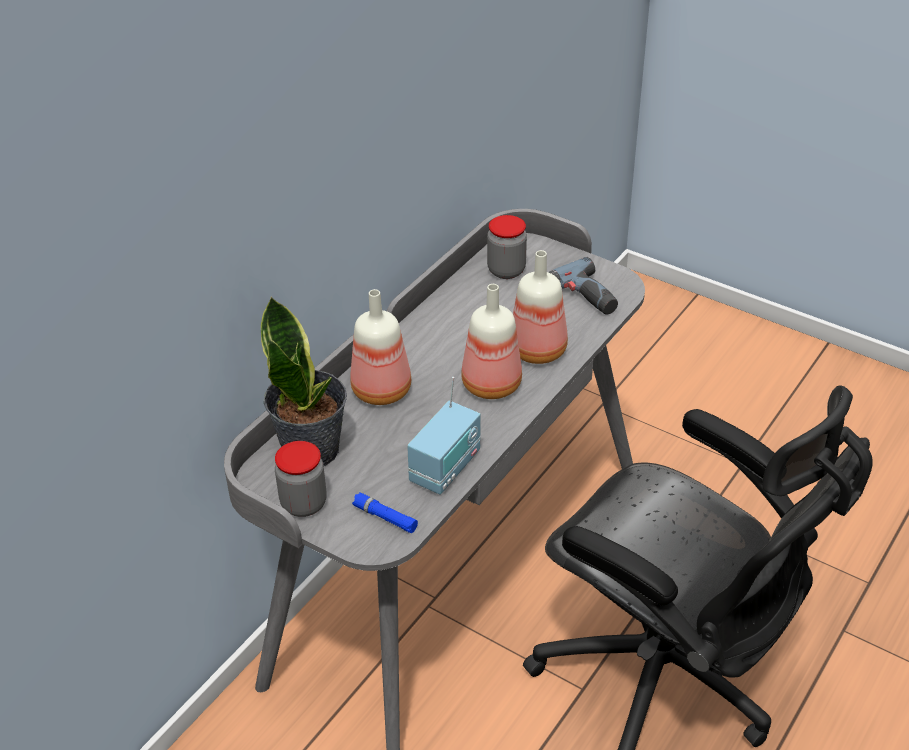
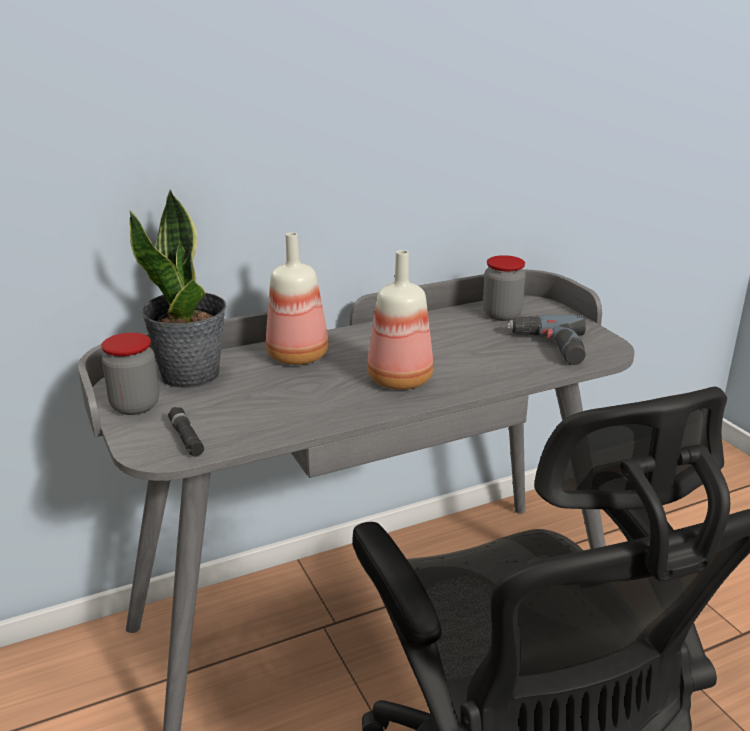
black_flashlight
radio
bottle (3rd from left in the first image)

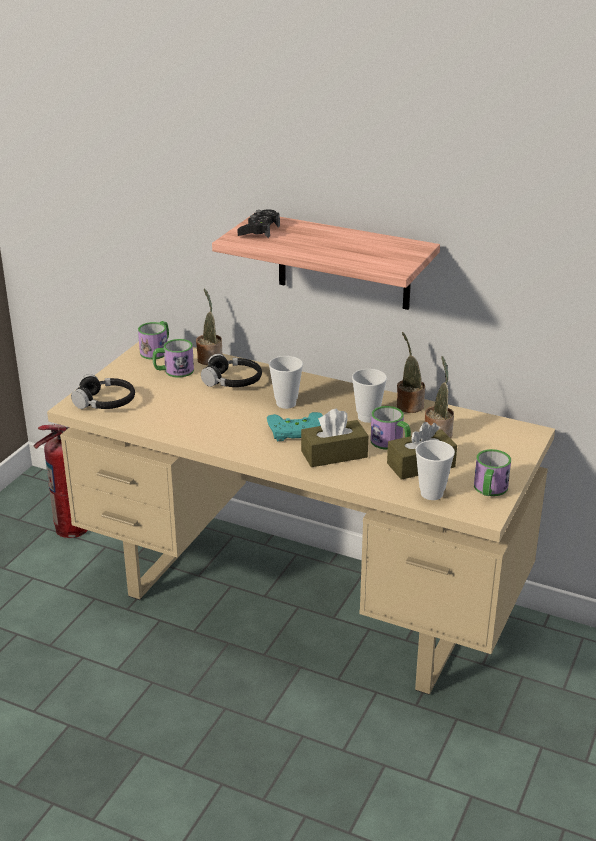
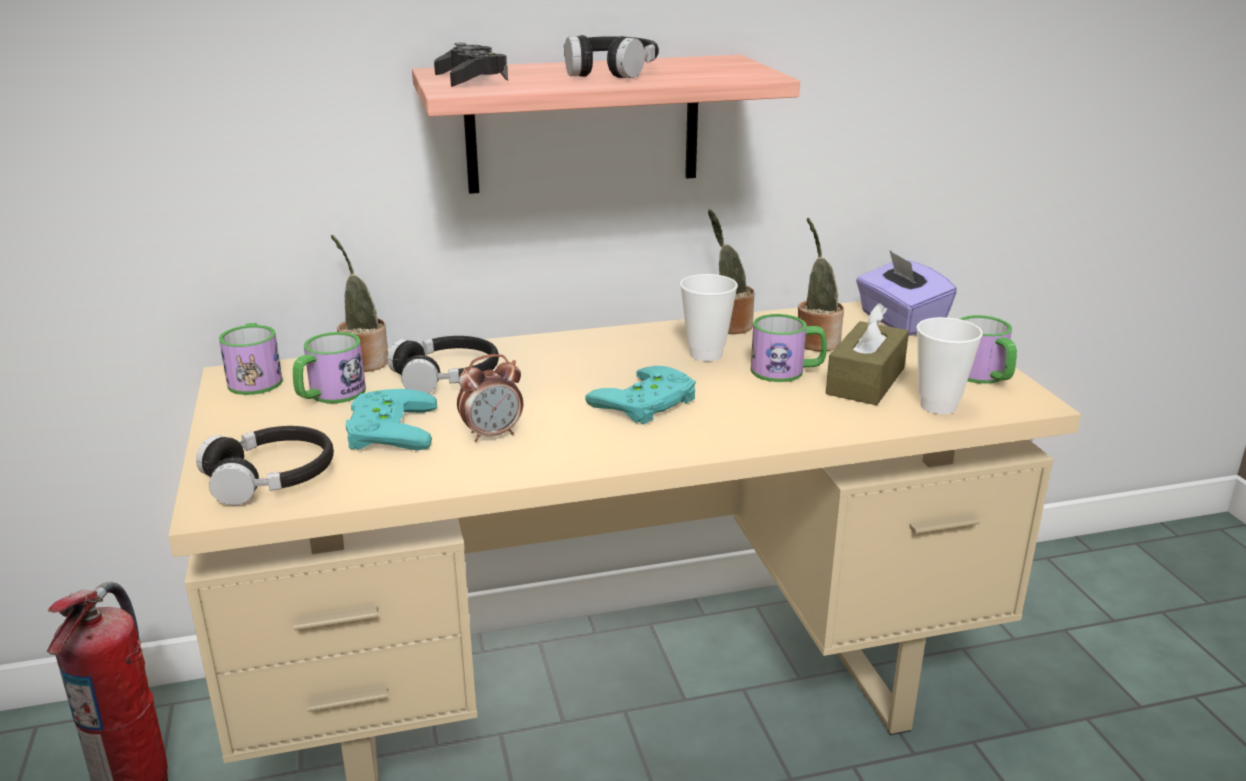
turquoise_game_controller (1st from left)
alarm_clock
black_headphones (3rd from left)
purple_tissue_box
cup (1st from left in the first image)
brown_tissue_box (1st from left in the first image)

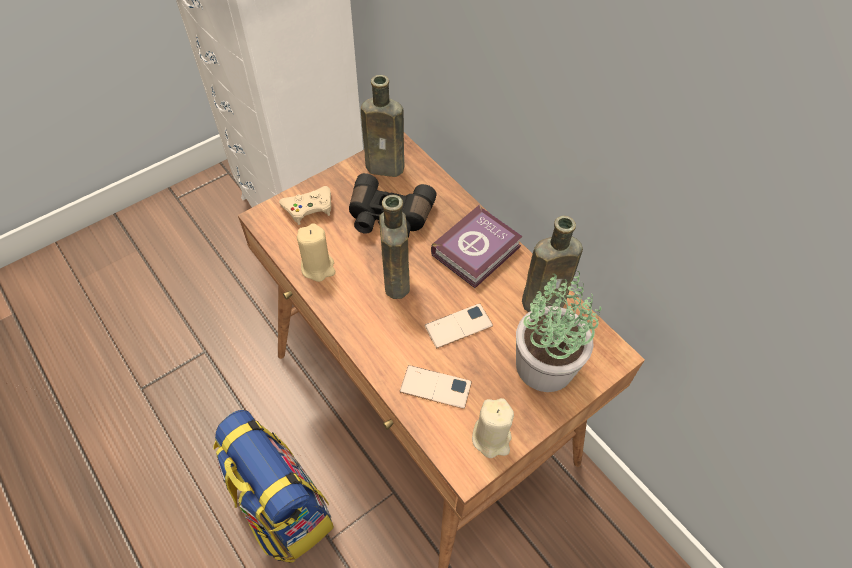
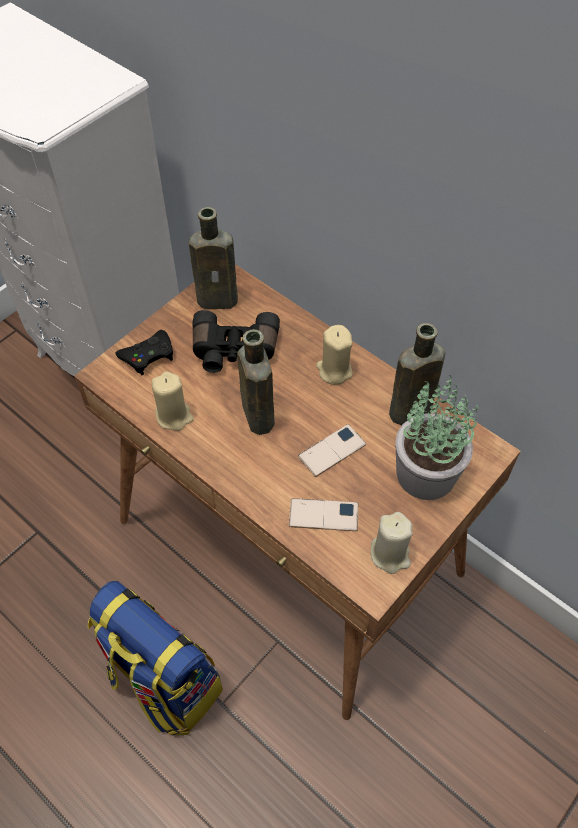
black_game_controller
beige_candle (2nd from left)

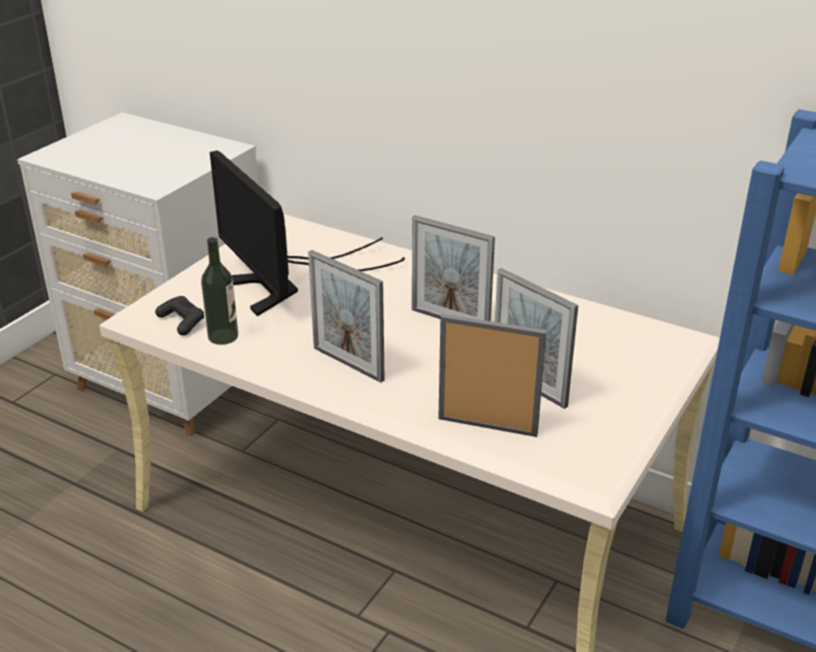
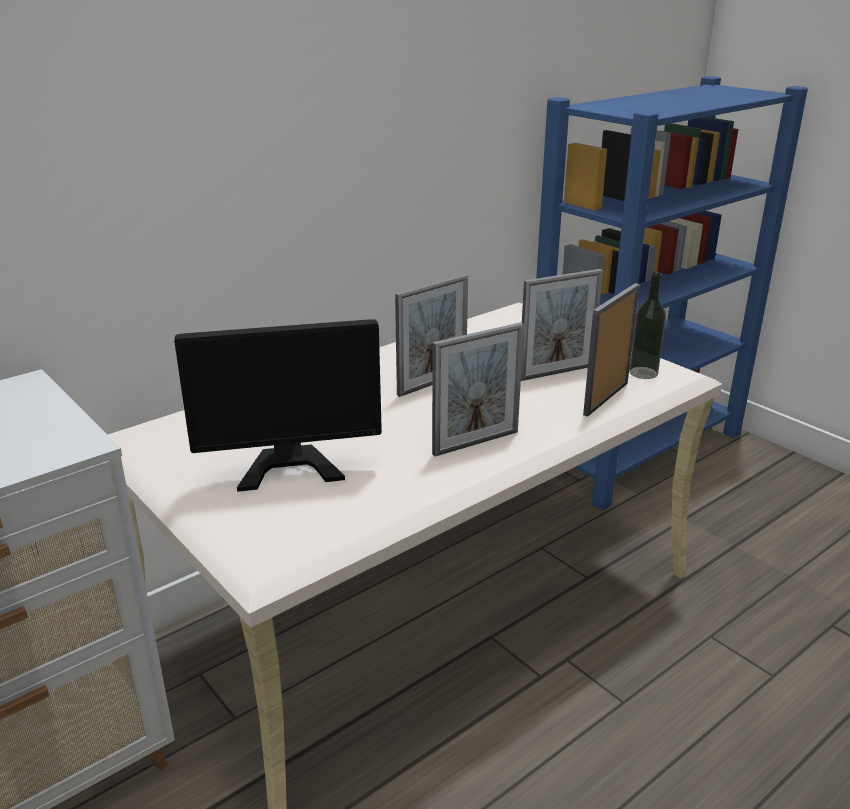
bottle
black_game_controller

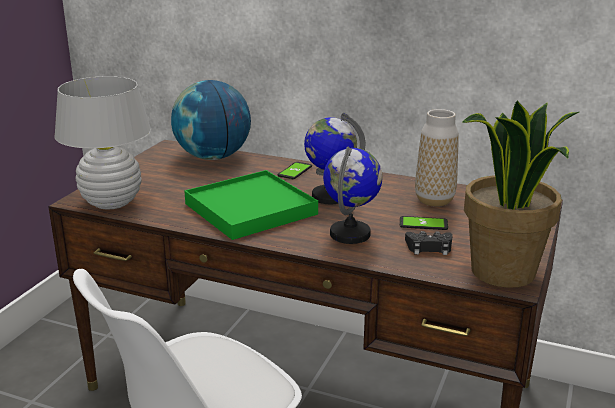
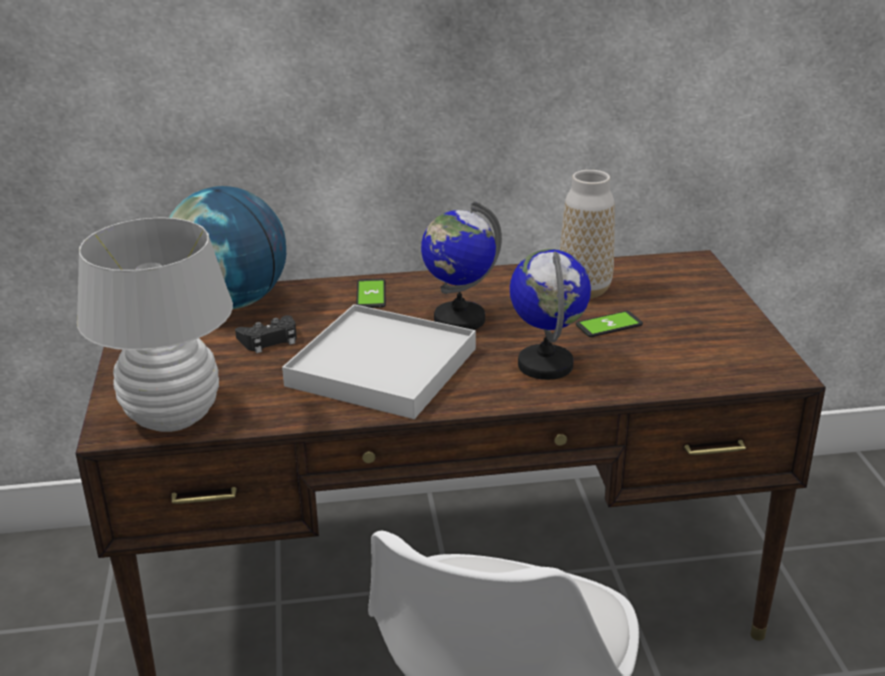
black_game_controller
white_tray
potted_plant

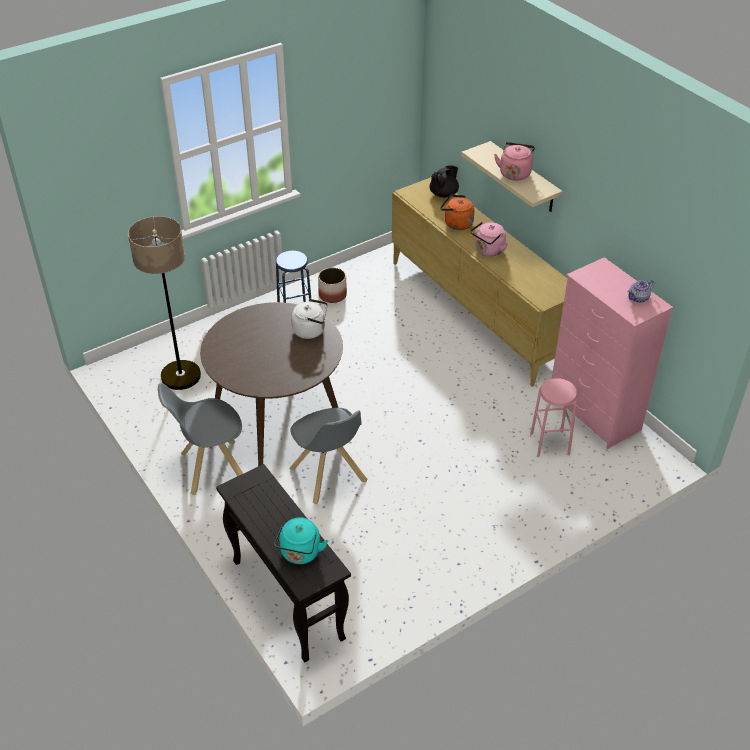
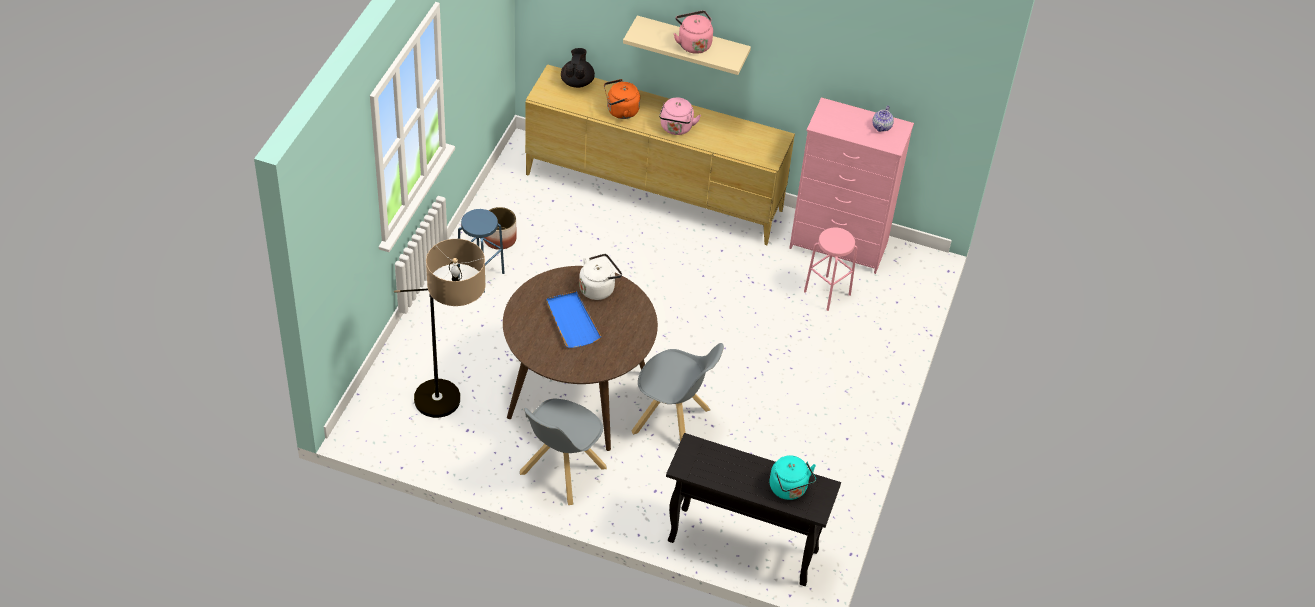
blue_tray

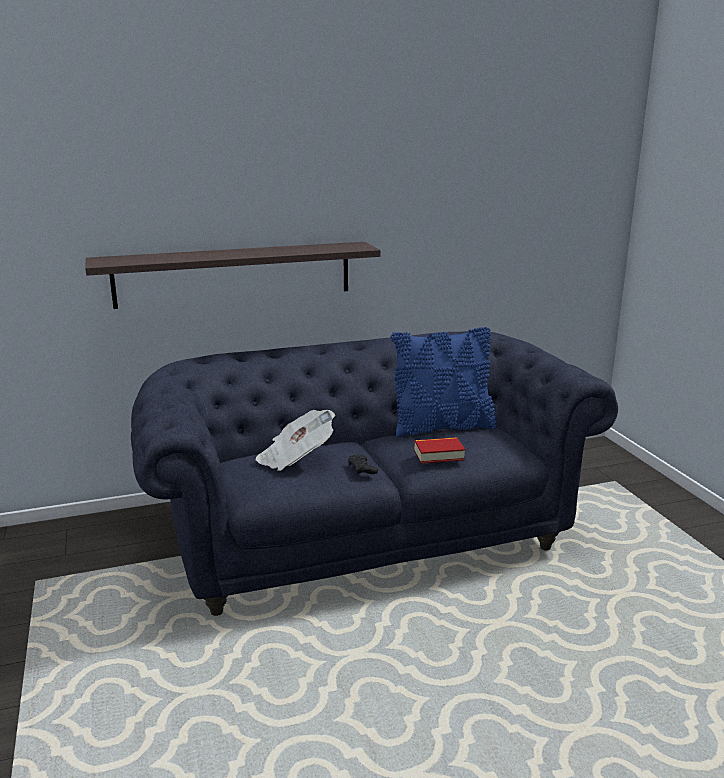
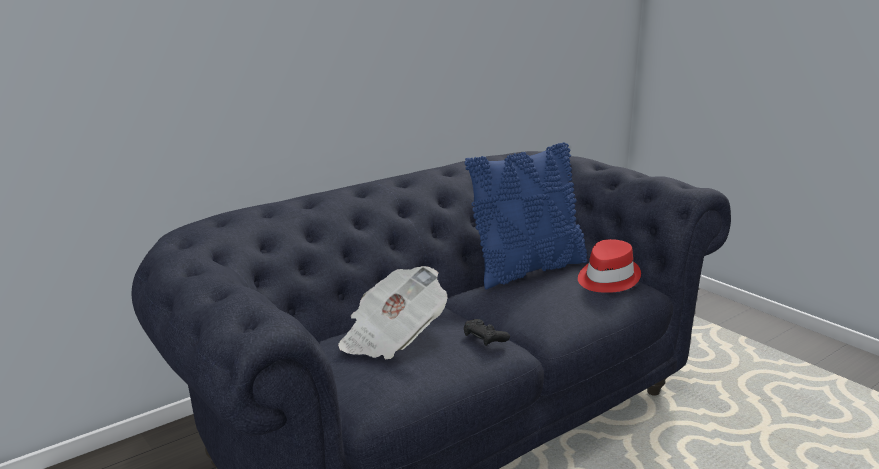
red_hat
shelf
book

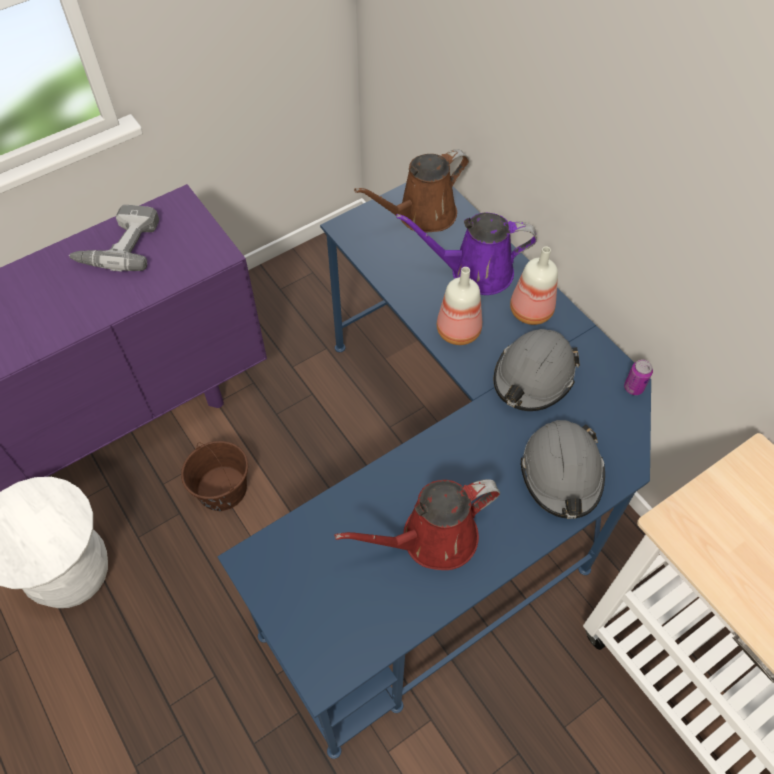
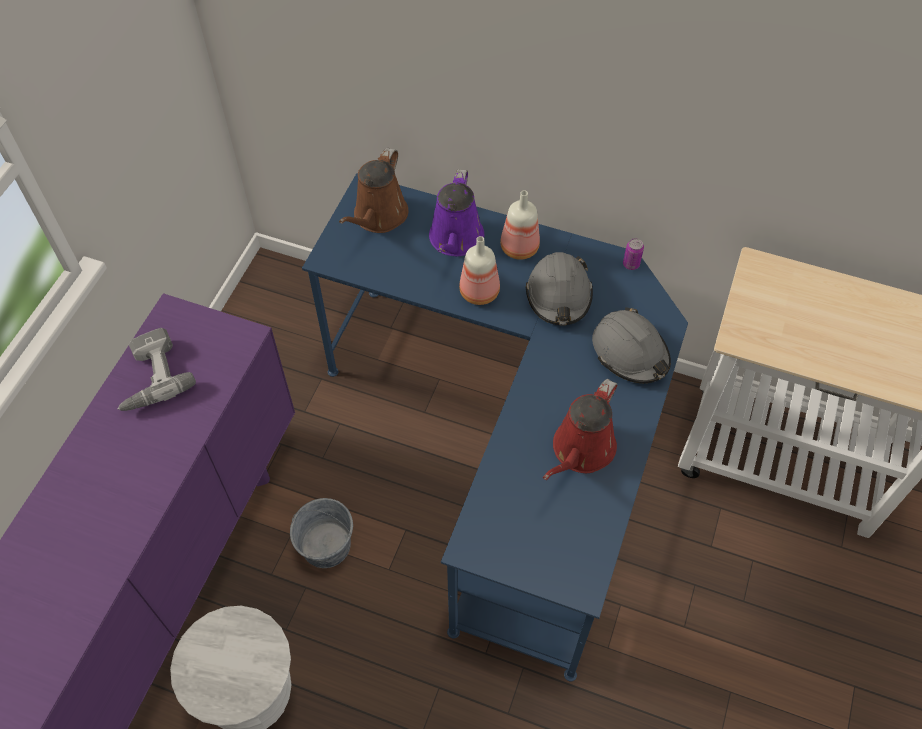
grey_bucket
purple_watering_can

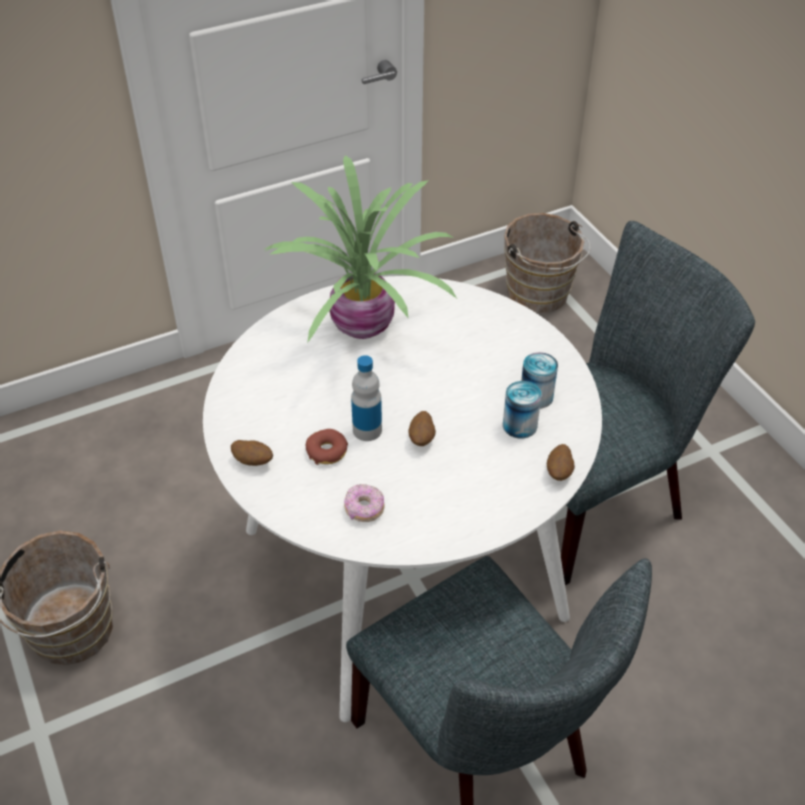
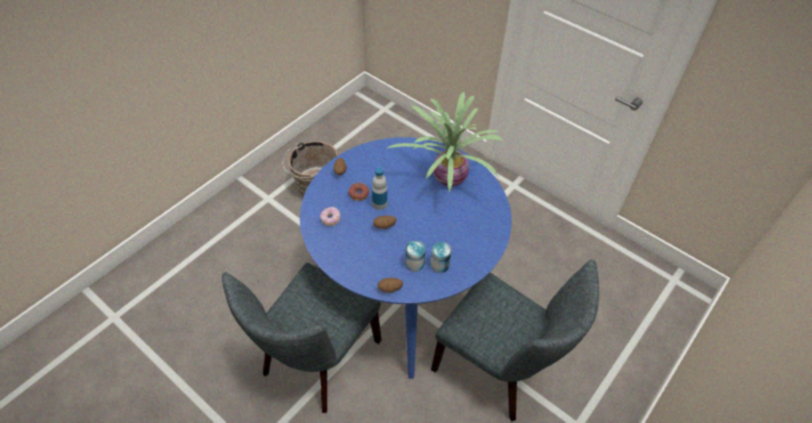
blue_dining_table
brown_bucket (2nd from left in the first image)

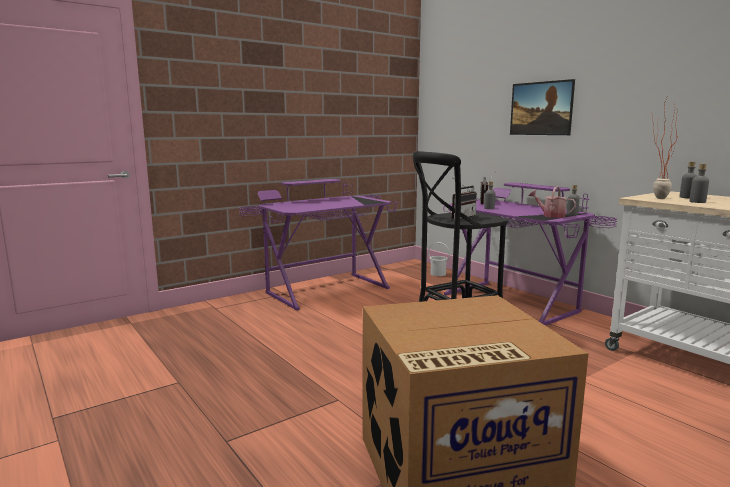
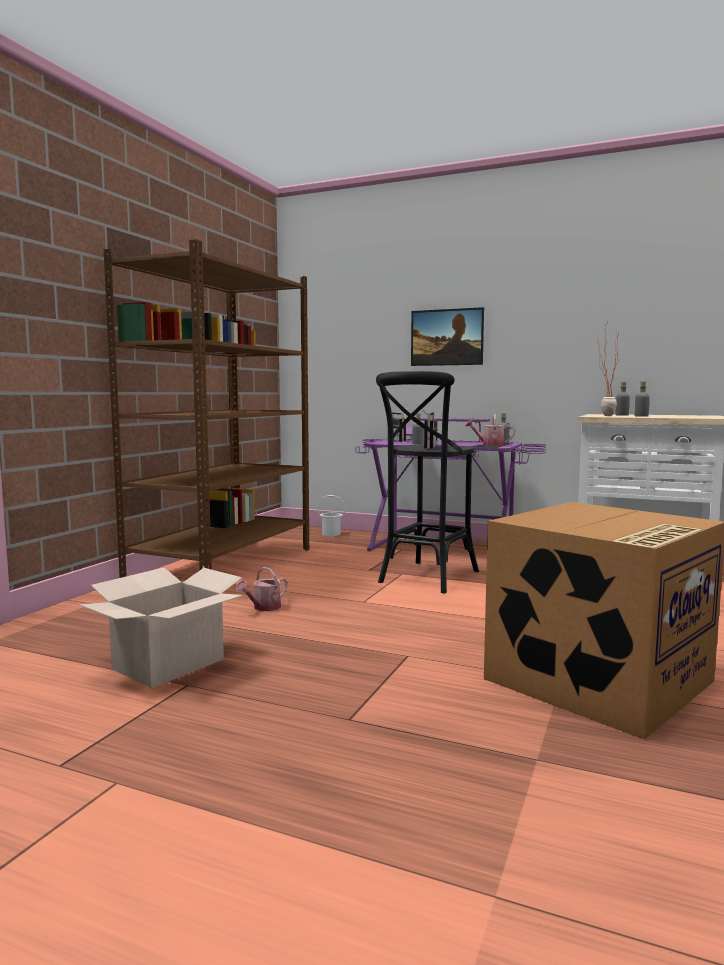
cardboard_box (1st from left)
brown_bookcase
watering_can (1st from left)

